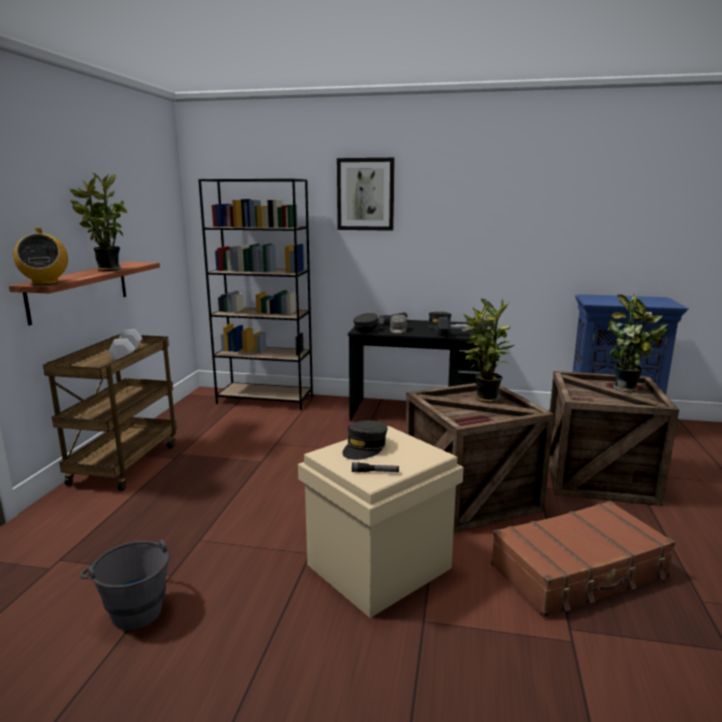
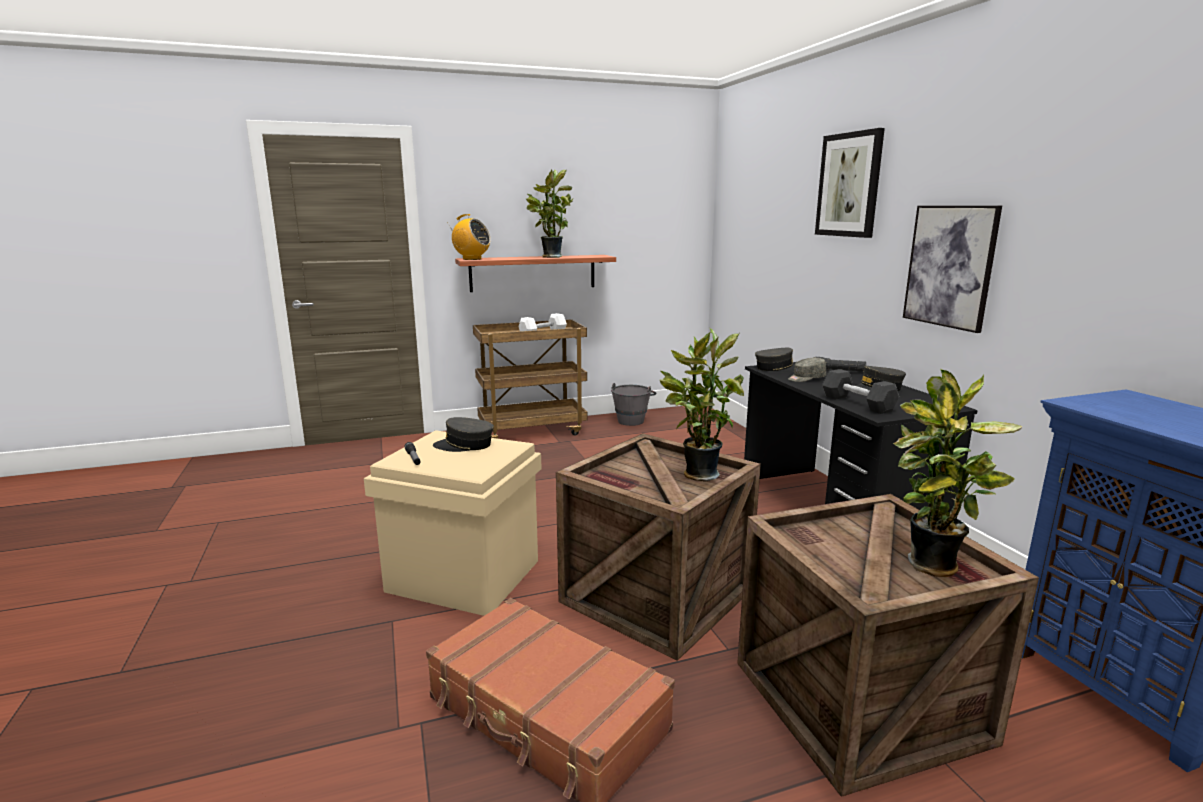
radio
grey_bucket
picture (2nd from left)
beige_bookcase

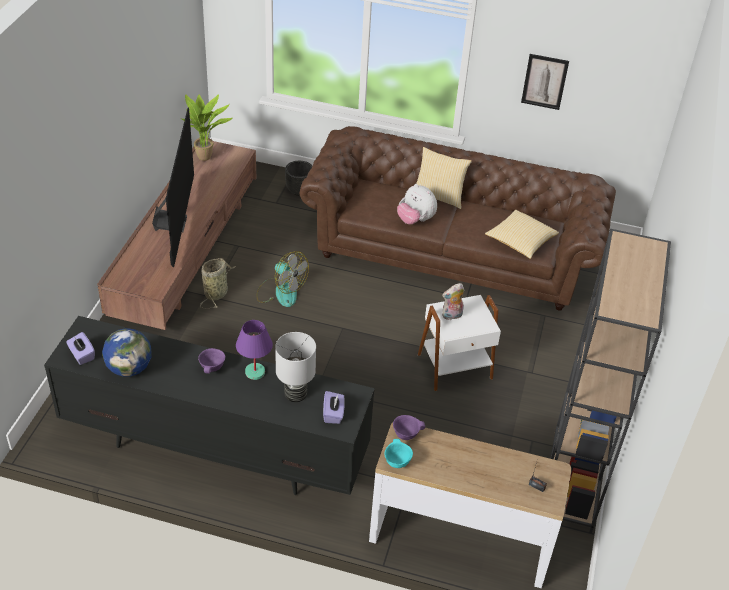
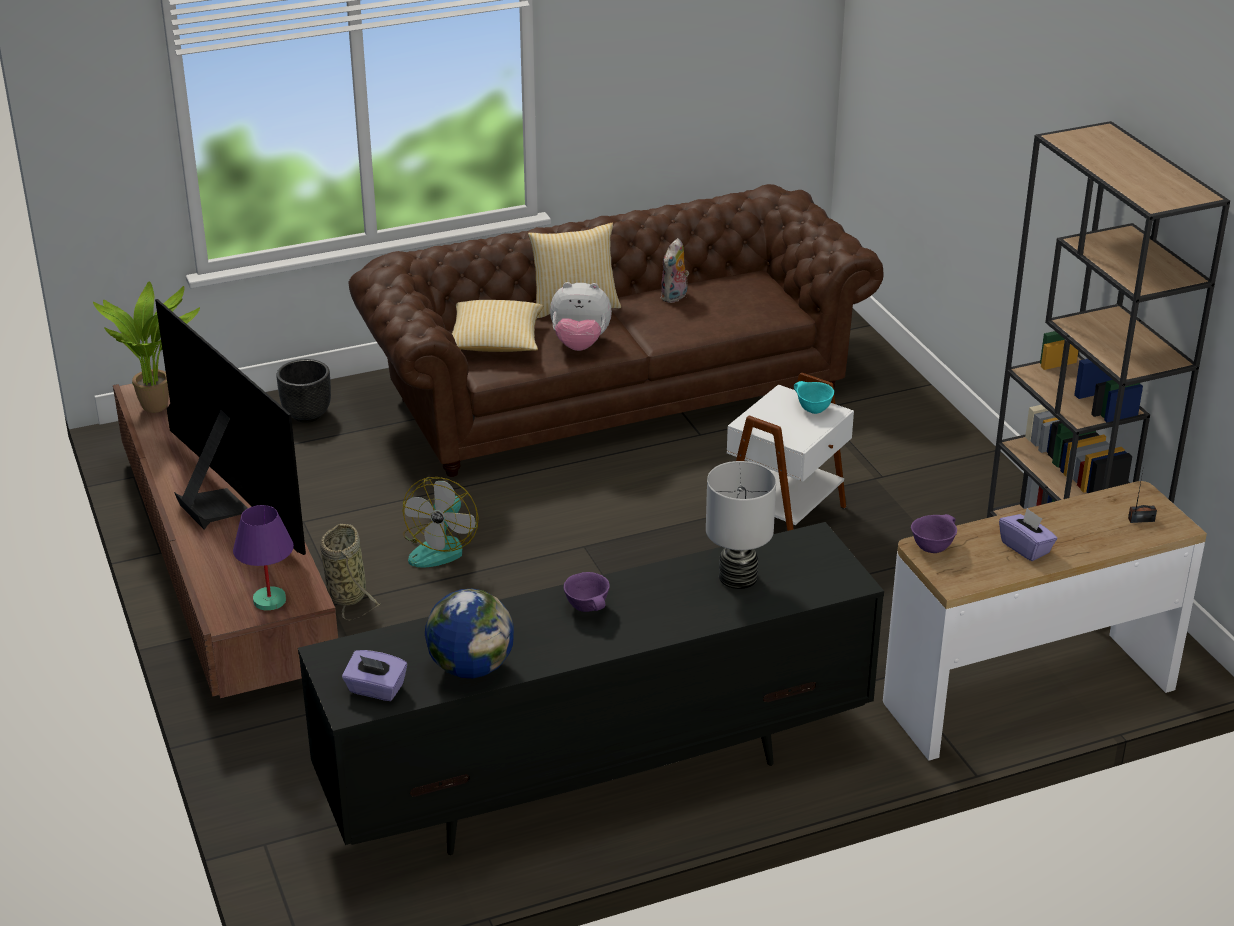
purple_table_lamp
fan
pillow (1st from left)
plush_toy (2nd from left)
turquoise_bowl
purple_tissue_box (2nd from left)
picture

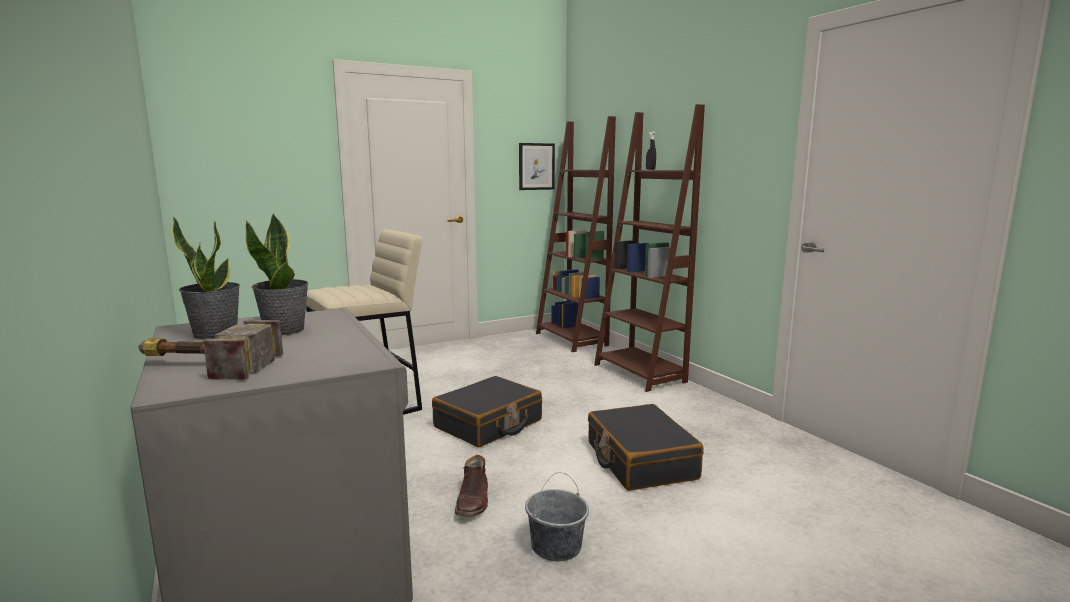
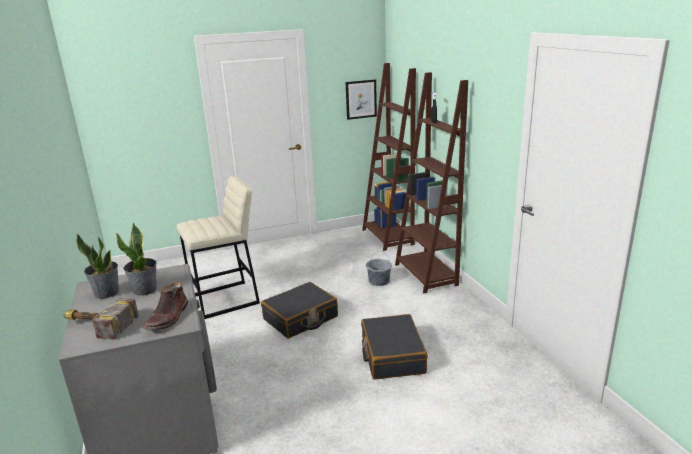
brown_boot
grey_bucket

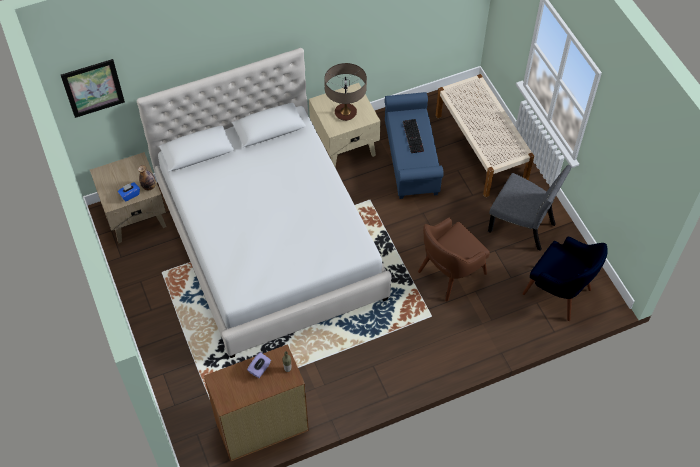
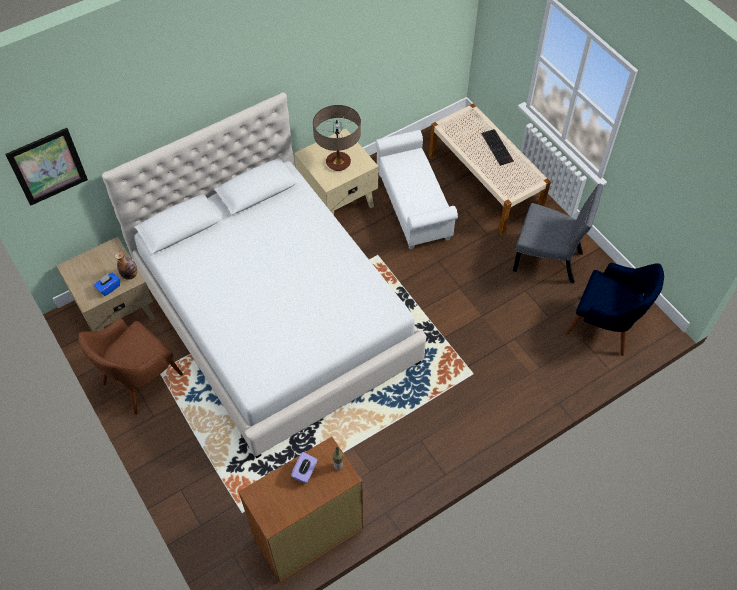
brown_armchair
white_ottoman
keyboard

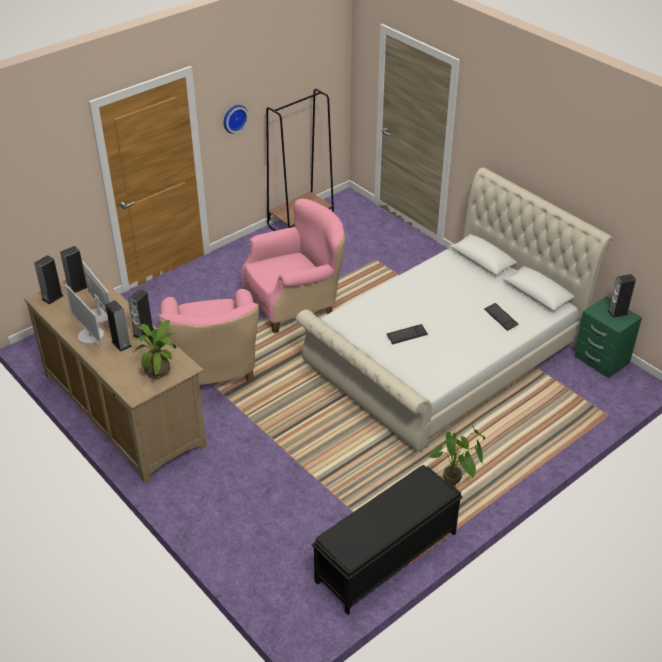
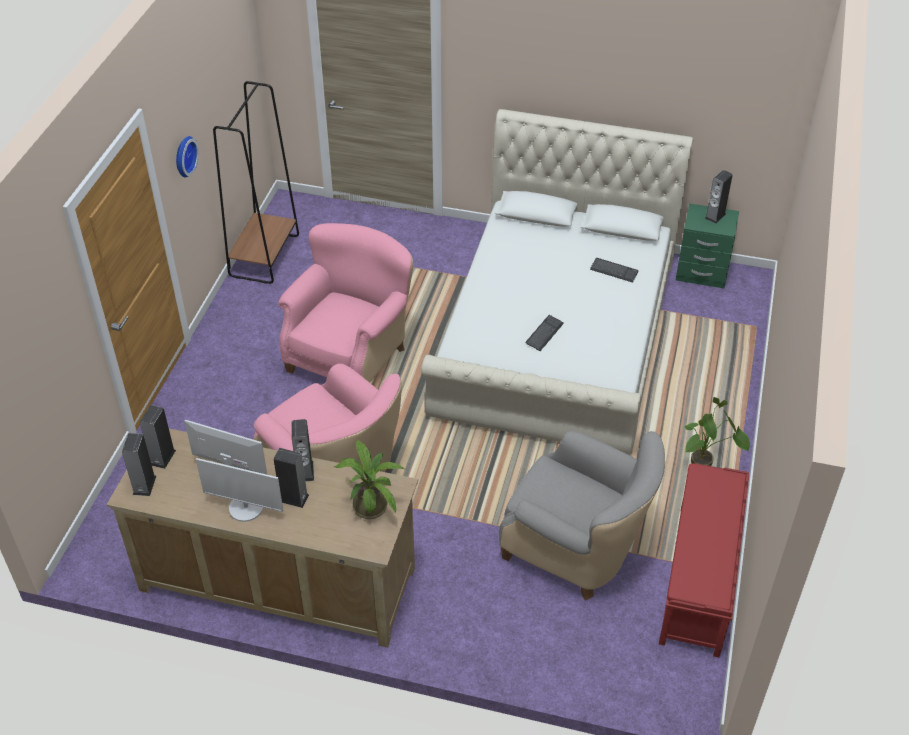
grey_armchair
red_bench

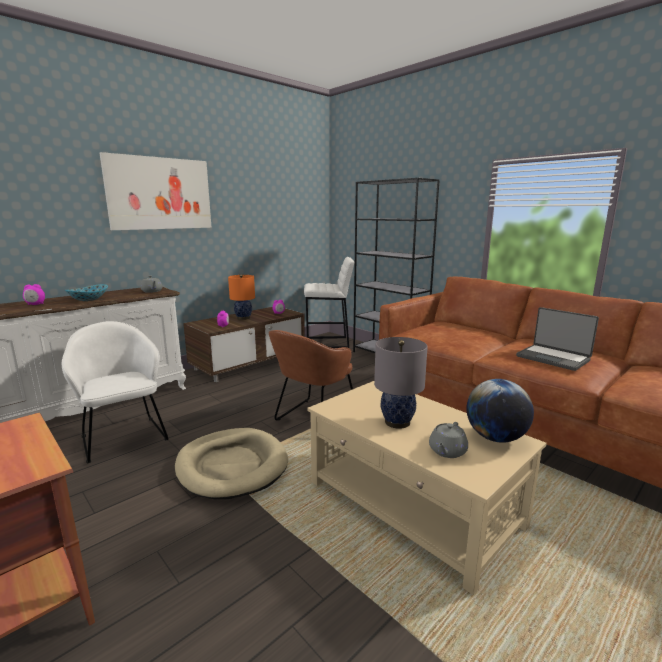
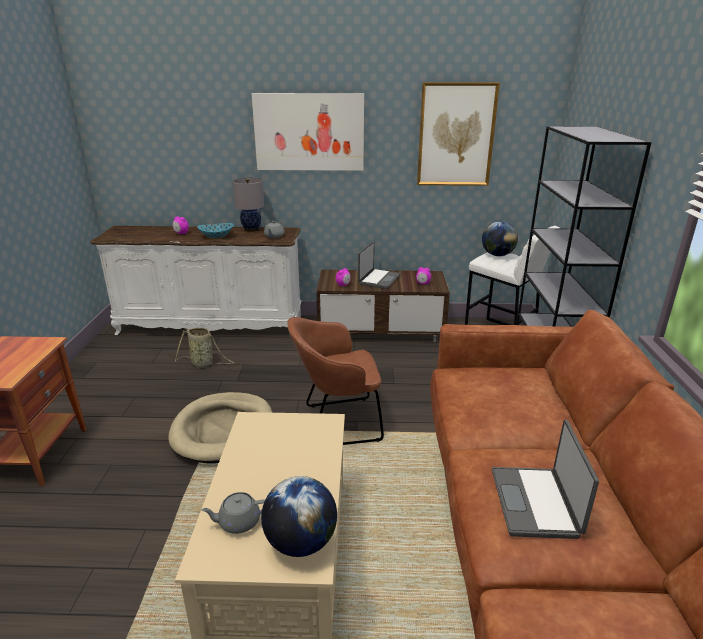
basket
grey_table_lamp
laptop (1st from left)
picture (2nd from left)
globe (2nd from left)

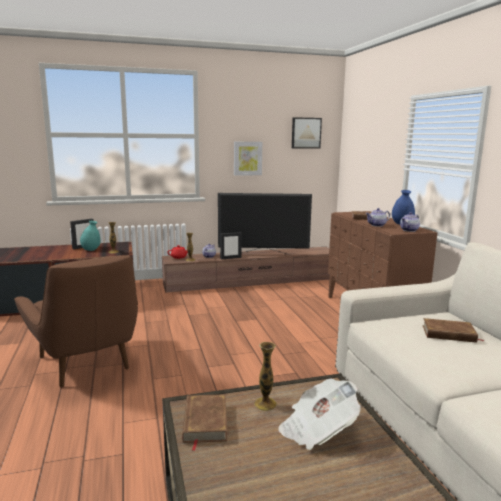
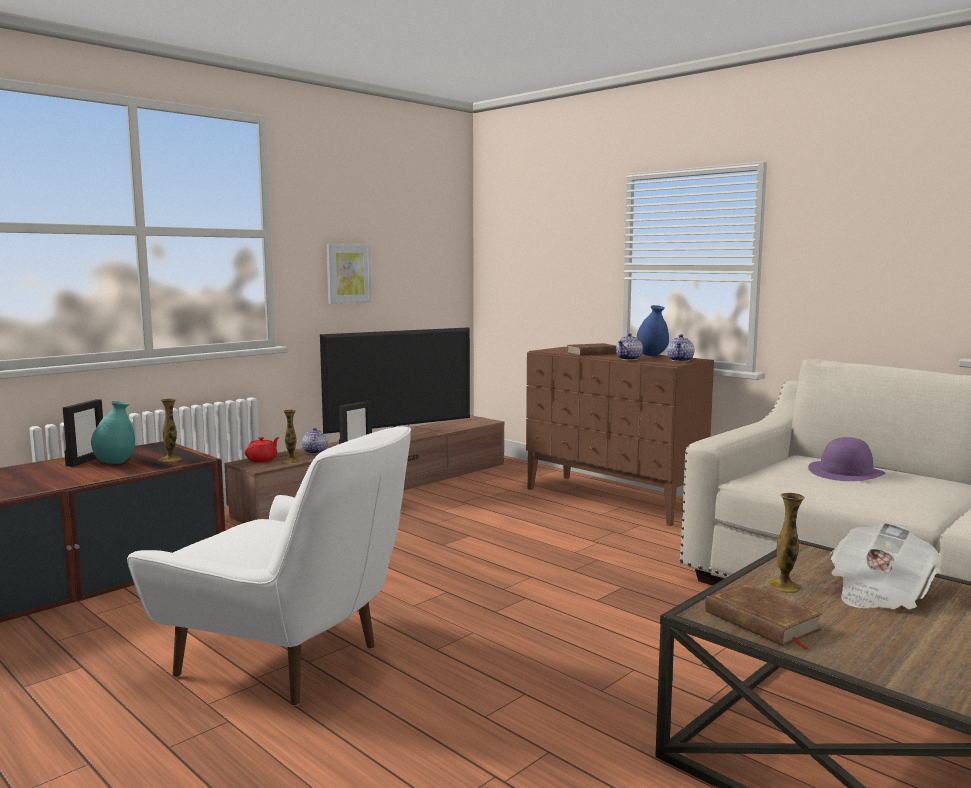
white_armchair
purple_hat
picture (2nd from left in the first image)

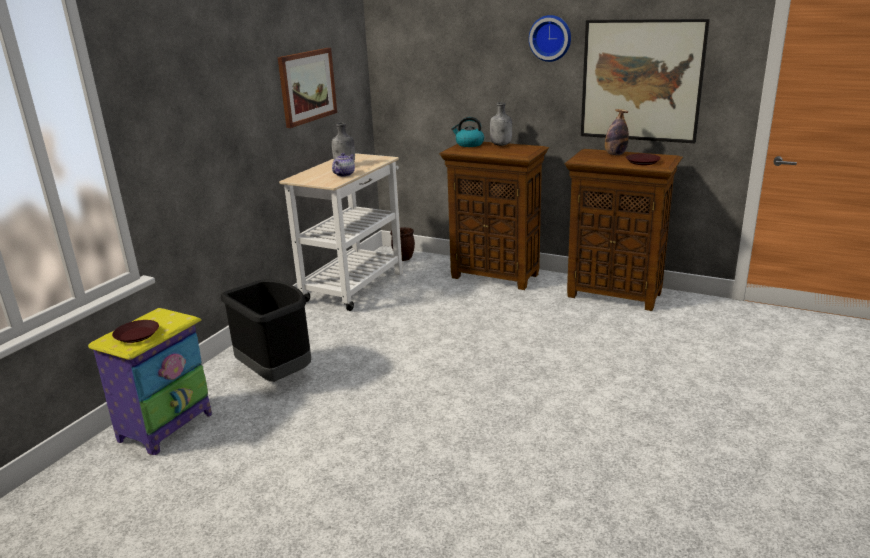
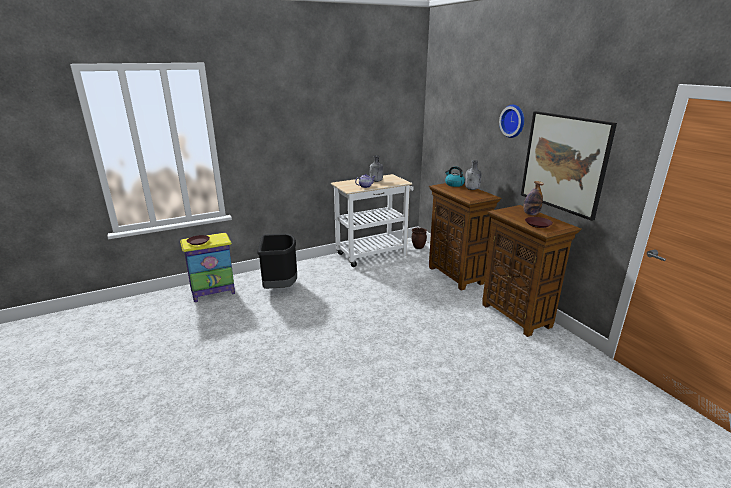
picture (1st from left in the first image)

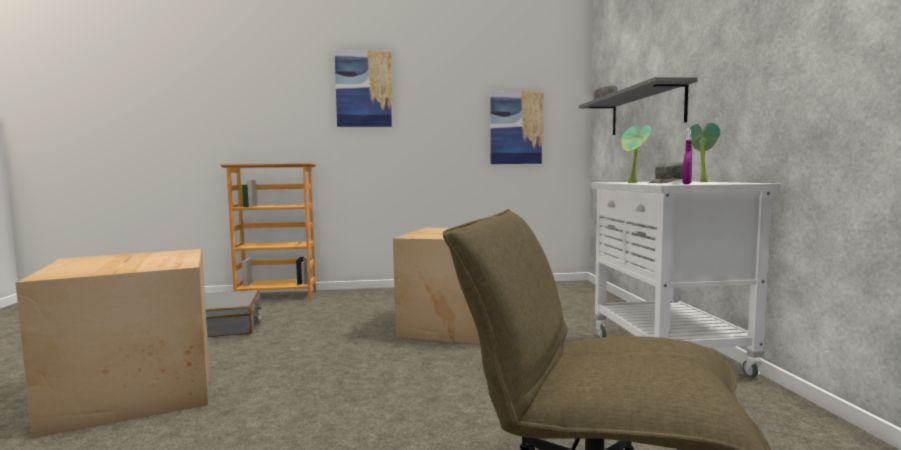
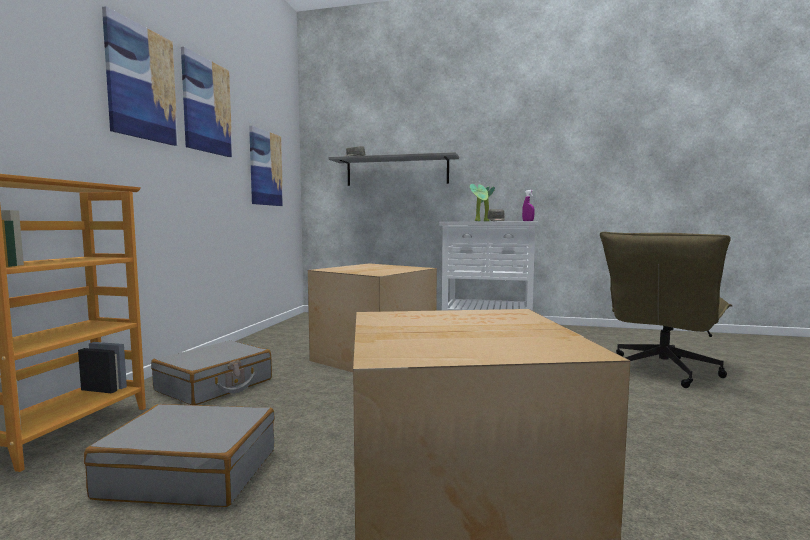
grey_suitcase (2nd from left)
picture (2nd from left)

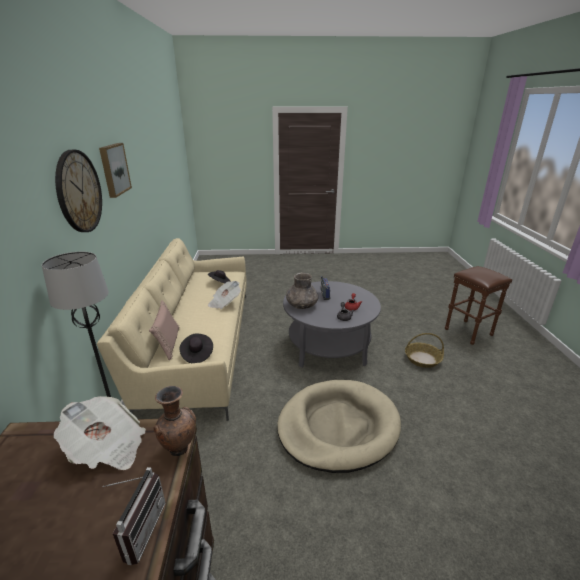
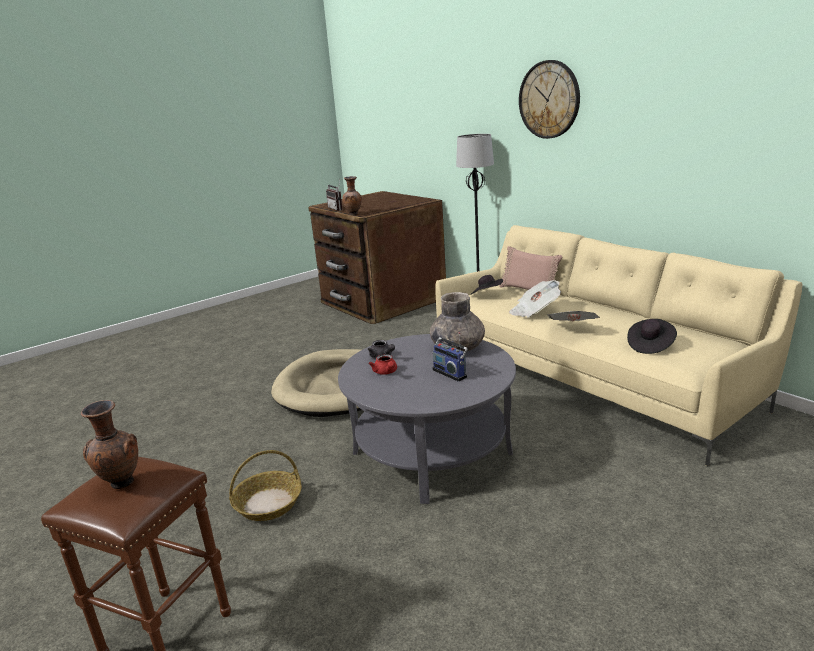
brown_vase (1st from left)
newspaper (1st from left)
picture

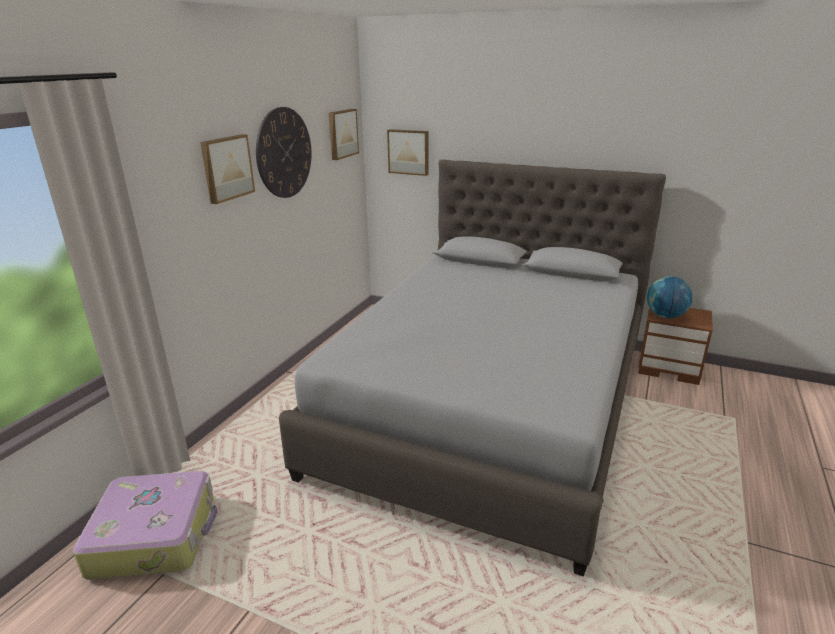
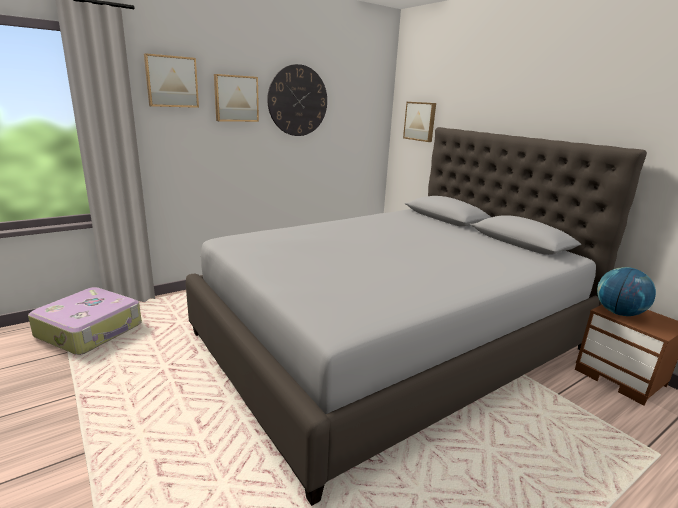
picture (1st from left)

